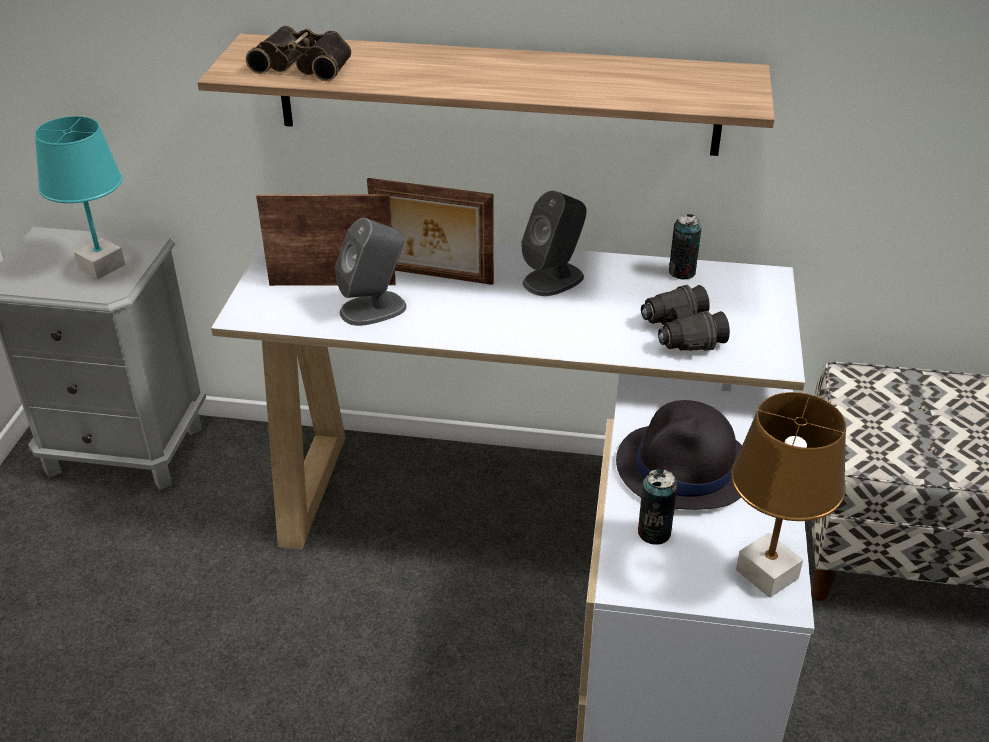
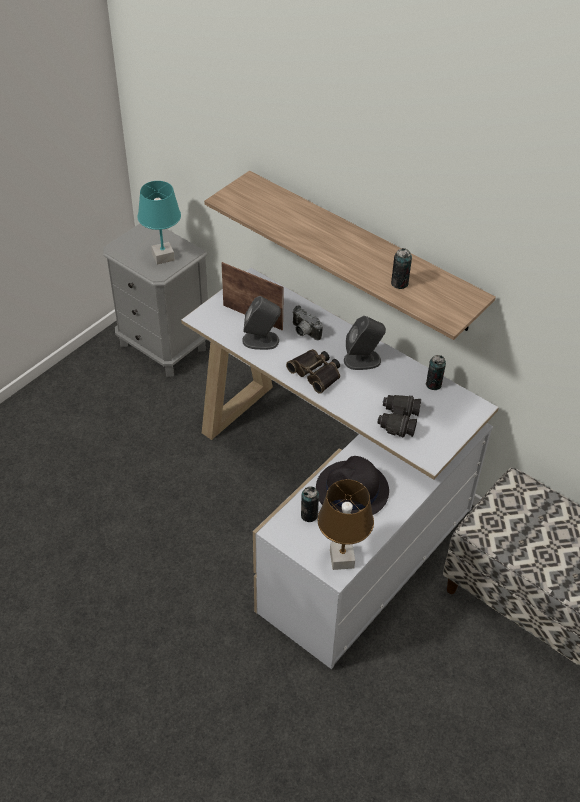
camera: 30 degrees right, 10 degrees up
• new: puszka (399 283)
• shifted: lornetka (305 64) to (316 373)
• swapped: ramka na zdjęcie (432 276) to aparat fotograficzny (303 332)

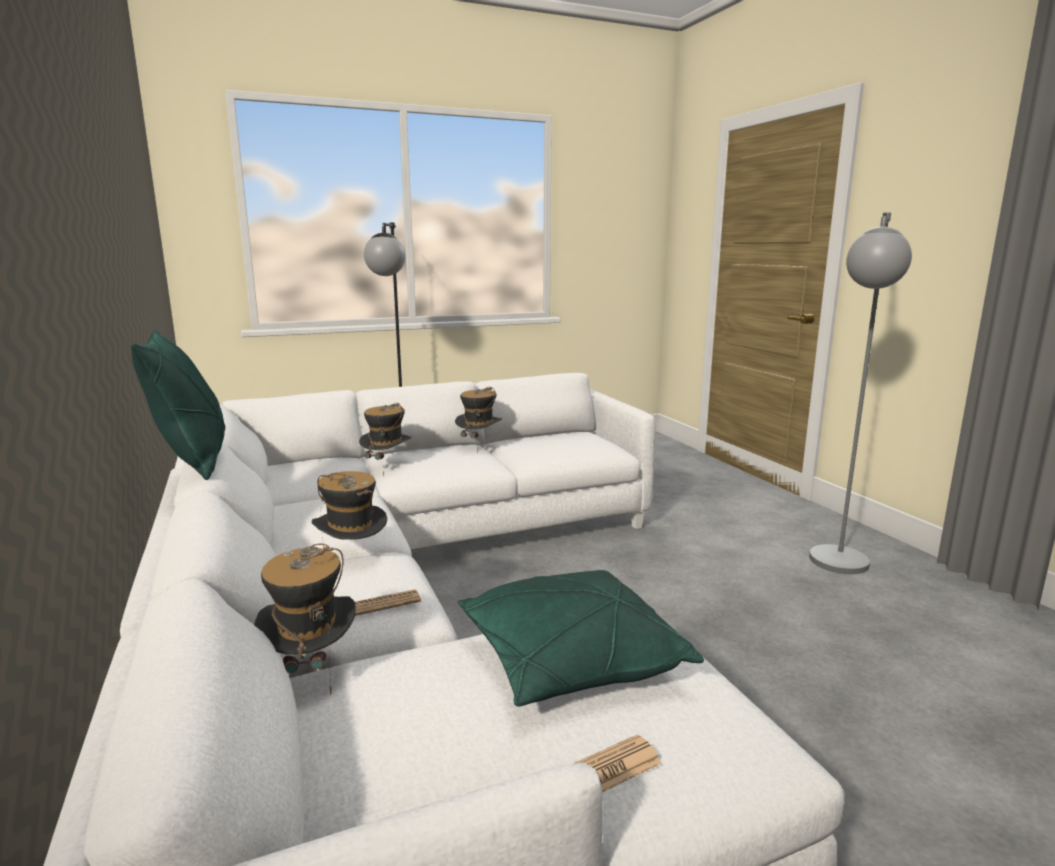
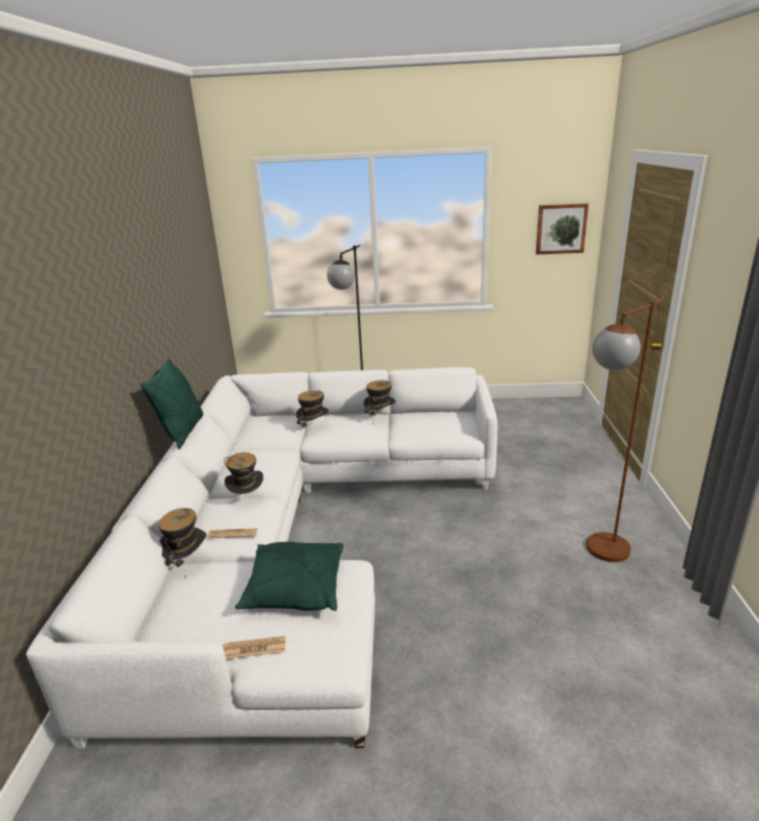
camera: 25 degrees right, 10 degrees up
• new: obraz (561 228)
• repainted: lampa stojąca (szary) (837 569) to lampa stojąca (brązowy) (599 555)

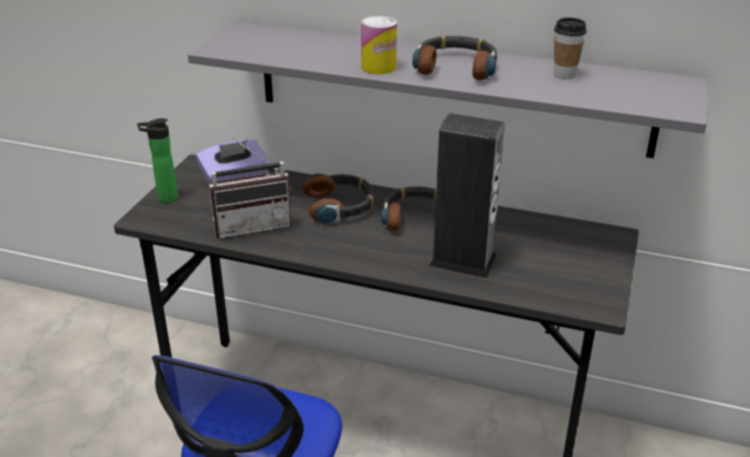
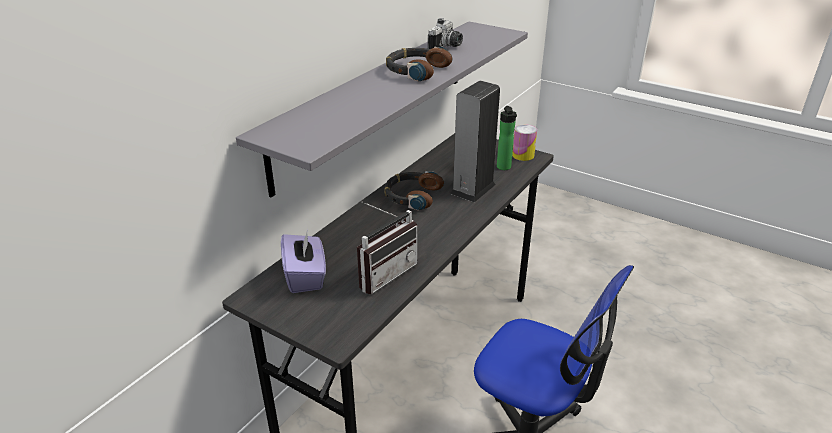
camera: 75 degrees left, 0 degrees up
• gone: słuchawki (340 205)
• shifted: butelka (164 198) to (504 168)
• shifted: puszka (378 67) to (523 155)
• swapped: filiżanka (564 74) to aparat fotograficzny (447 47)
• rotated: radio (252 224) = (383 273) 45 degrees clockwise

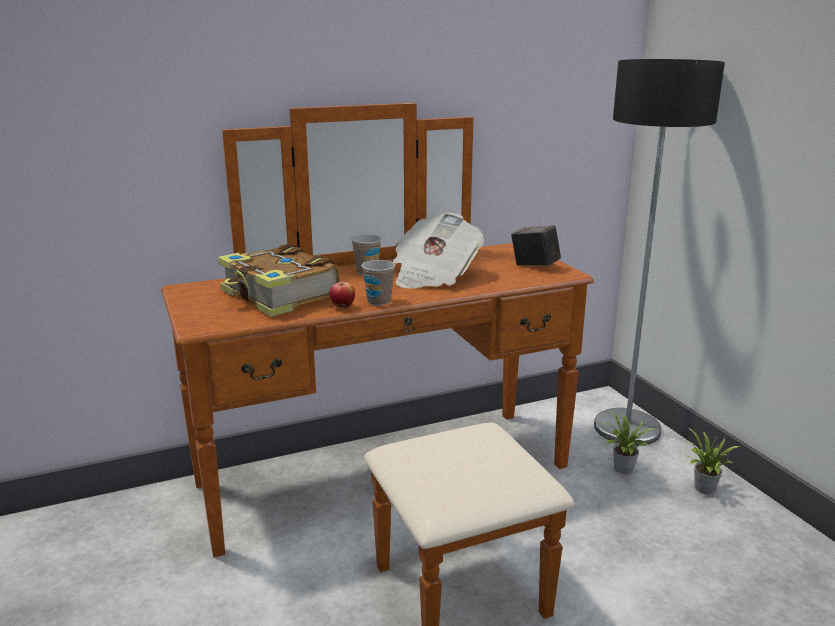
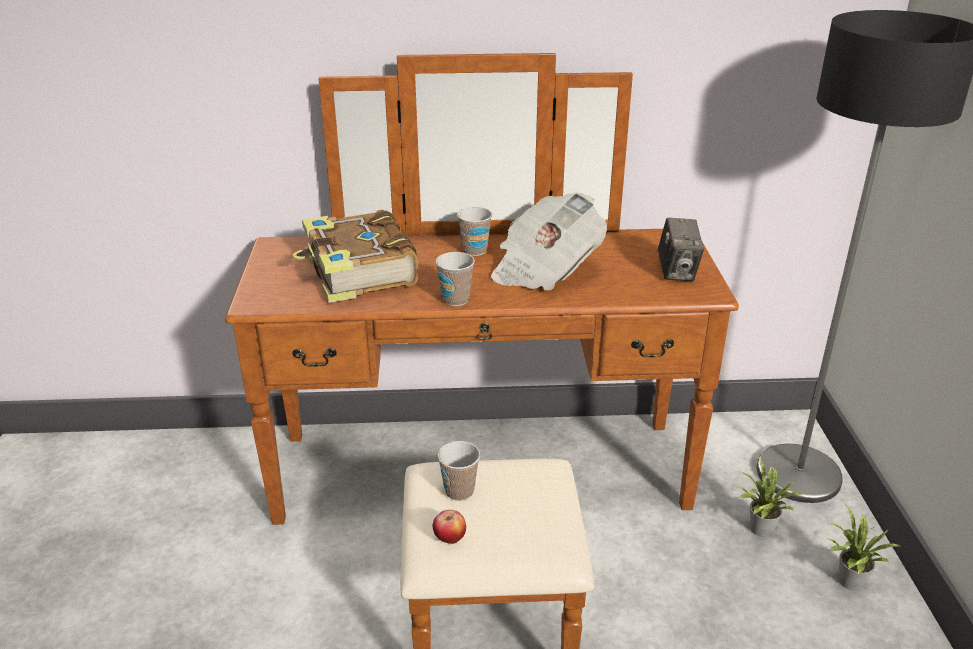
camera: 20 degrees right, 10 degrees up
• new: filiżanka (459 491)
• shifted: jabłko (342 307) to (449 540)
• rotated: aparat fotograficzny (534 266) = (677 272) 150 degrees counterclockwise

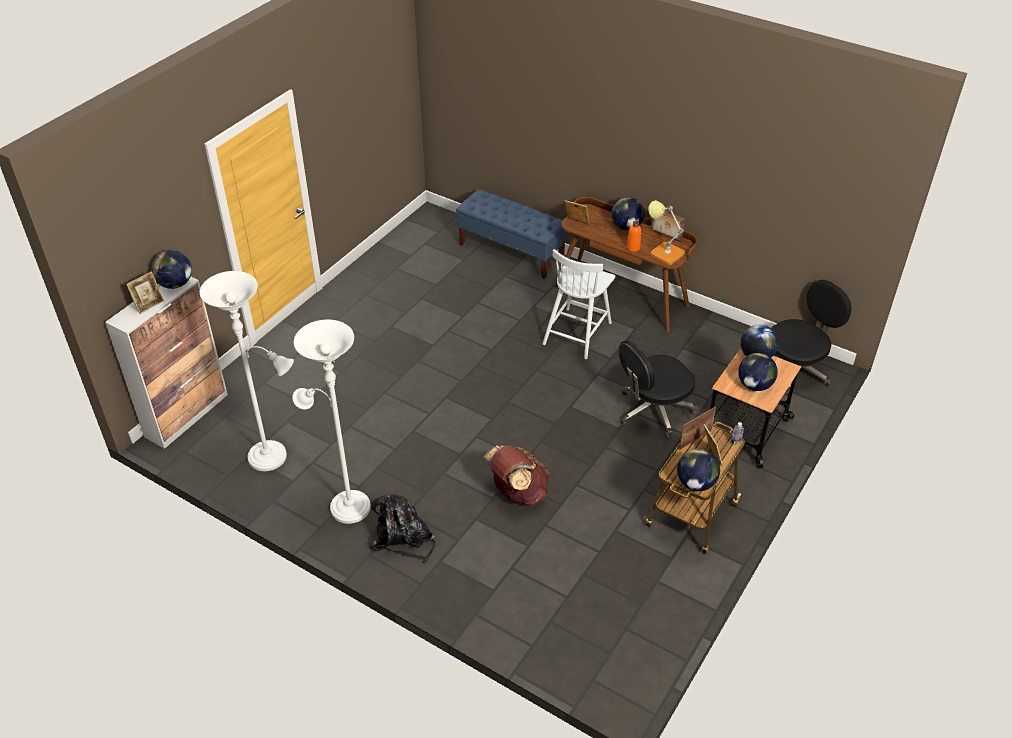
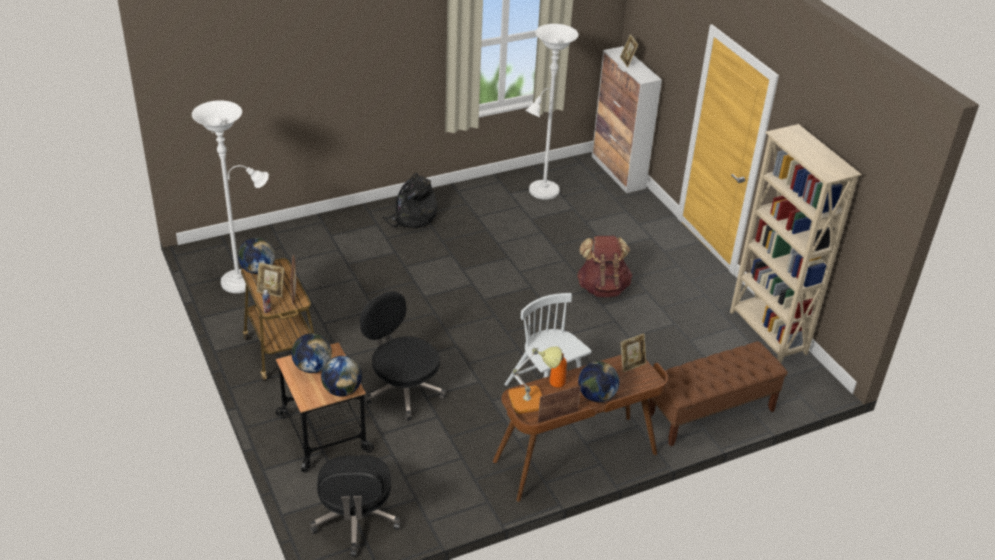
camera: 120 degrees right, 5 degrees down
• gone: globus (175 284)
• new: regał (beżowy) (767 333)
• shifted: lampa stojąca (biały) (345 505) to (243 281)
• shifted: plecak (brązowy) (517 493) to (602 287)
• repainted: ławka (niebieski) (511 252) to ławka (brązowy) (710 413)
• rotated: krzesło biurowe (czarny) (653 411) = (402 390) 45 degrees counterclockwise

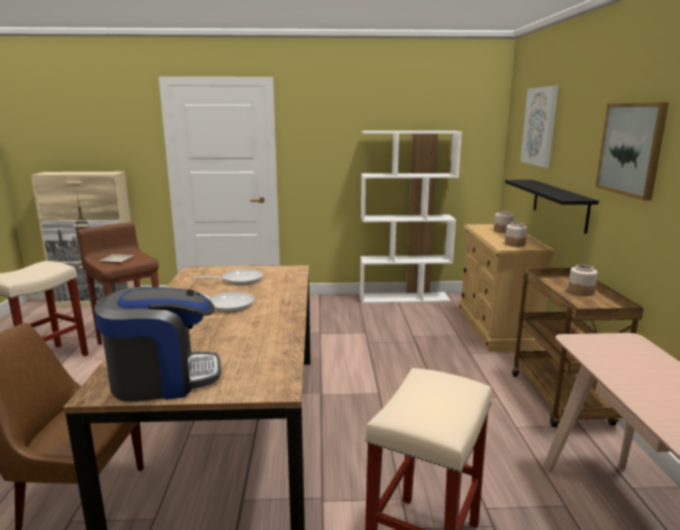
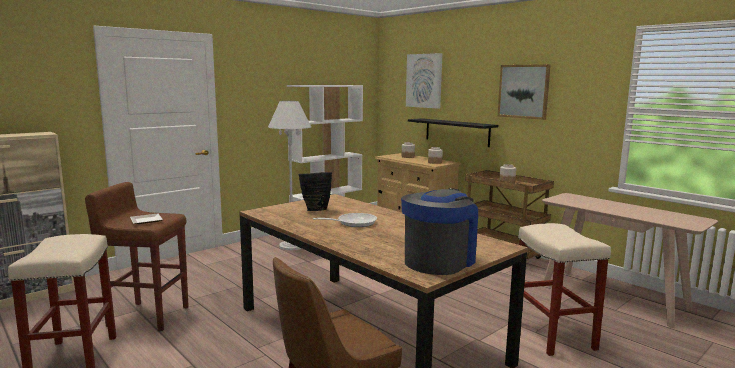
camera: 40 degrees left, 5 degrees down
• new: lampa stojąca (biały) (292 245)
• swapped: patelnia (238 280) to wazon (czarny) (315 210)

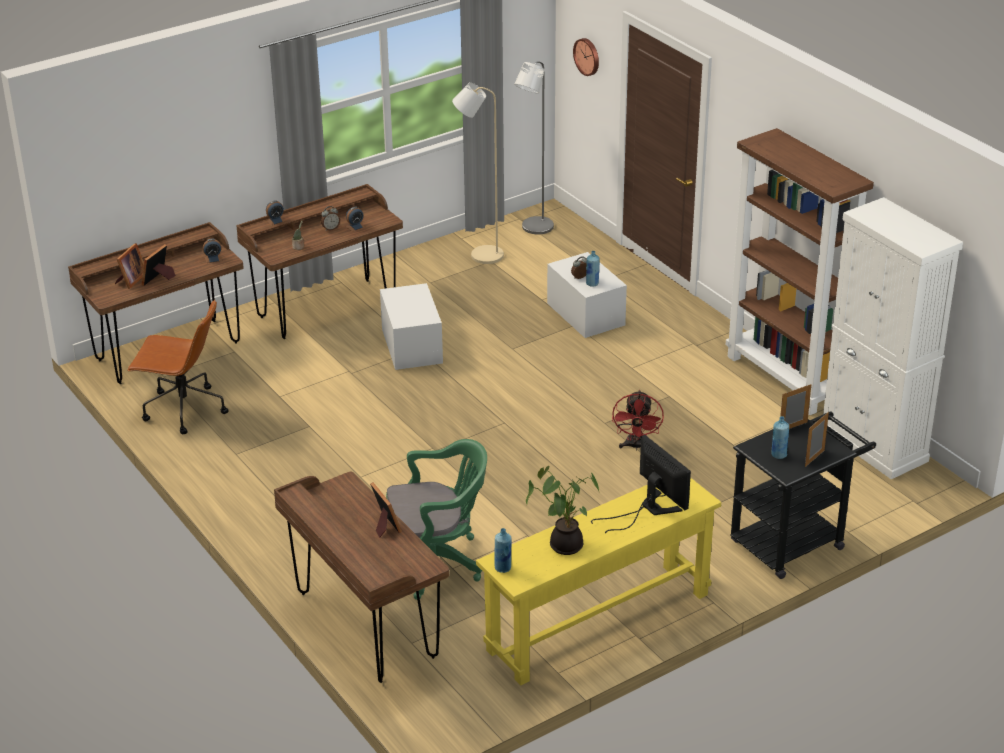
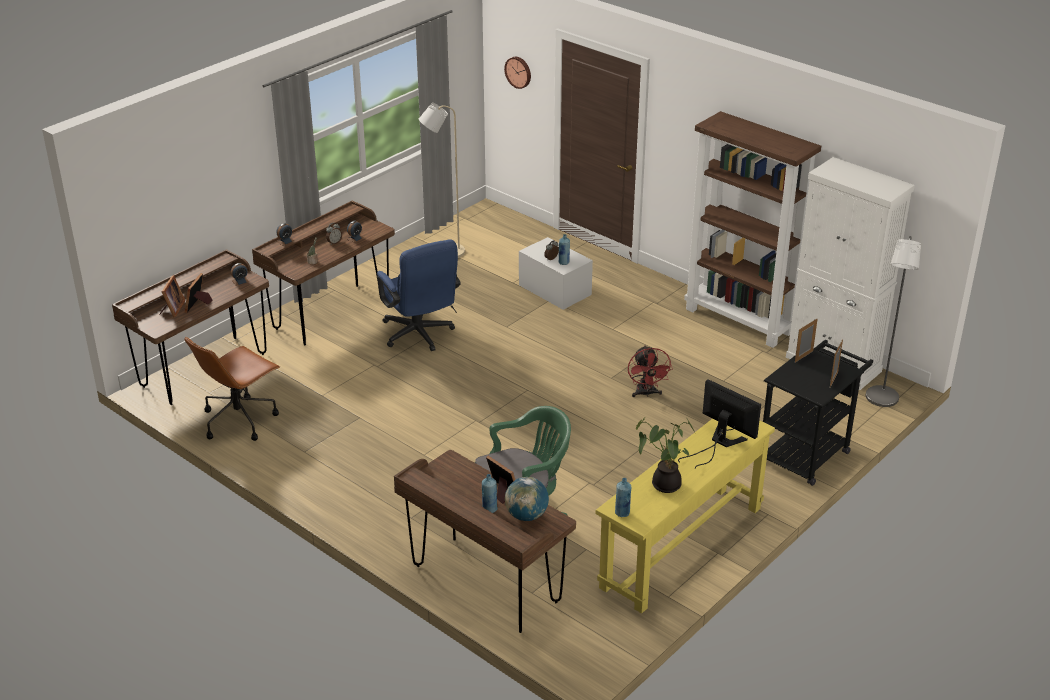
camera: 15 degrees left, 0 degrees up
• new: globus (526 515)
• shifted: lampa stojąca (szary) (534 229) to (881 401)
• shifted: butelka (niebieski) (778 455) to (489 509)
• swapped: pojemnik do przechowywania (biały) (412 346) to krzesło biurowe (niebieski) (420 336)
• rotated: krzesło biurowe (brązowy) (183 410) = (239 419) 135 degrees clockwise

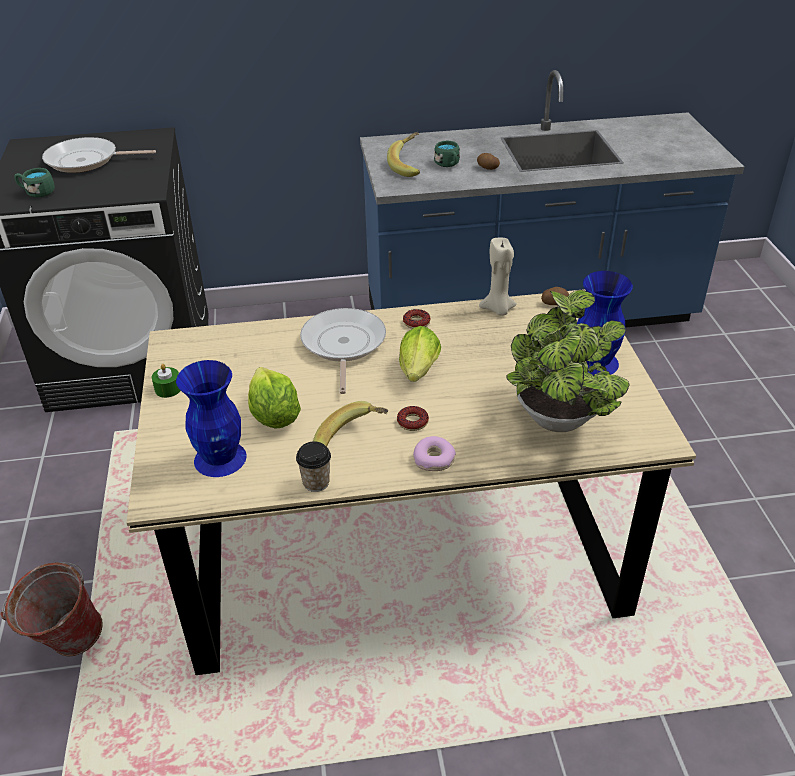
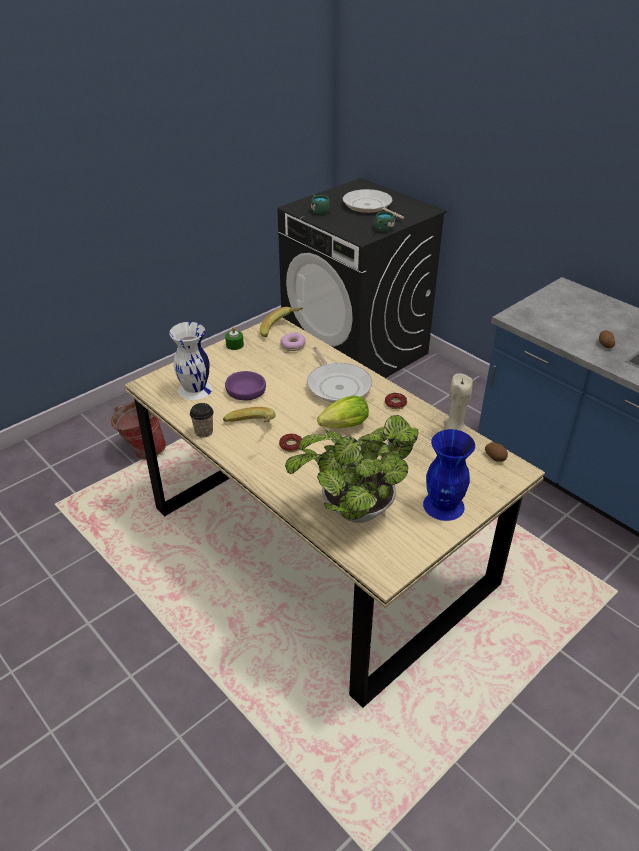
camera: 55 degrees right, 0 degrees up
• shifted: banan (410 166) to (281 330)
• shifted: donut (434 459) to (293 346)
• shifted: kubek (zielony) (448 164) to (382 229)
• swapped: sałata (274 416) to miska (fioletowy) (246 391)
• repainted: wazon (niebieski) (220 459) to wazon (biały) (194 390)
• rotated: patelnia (343 345) = (338 385) 105 degrees clockwise

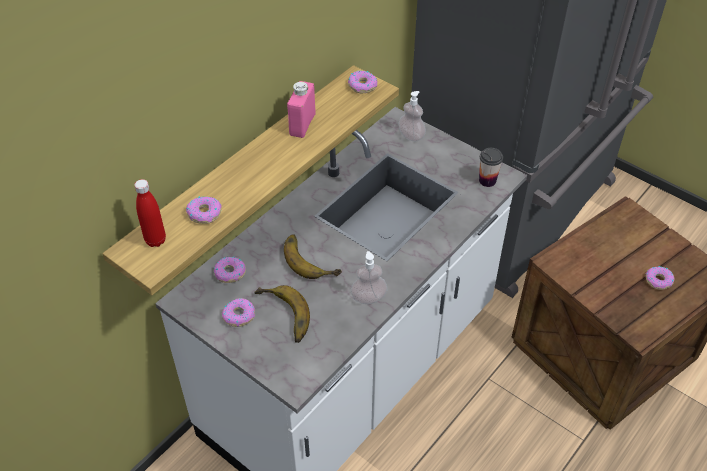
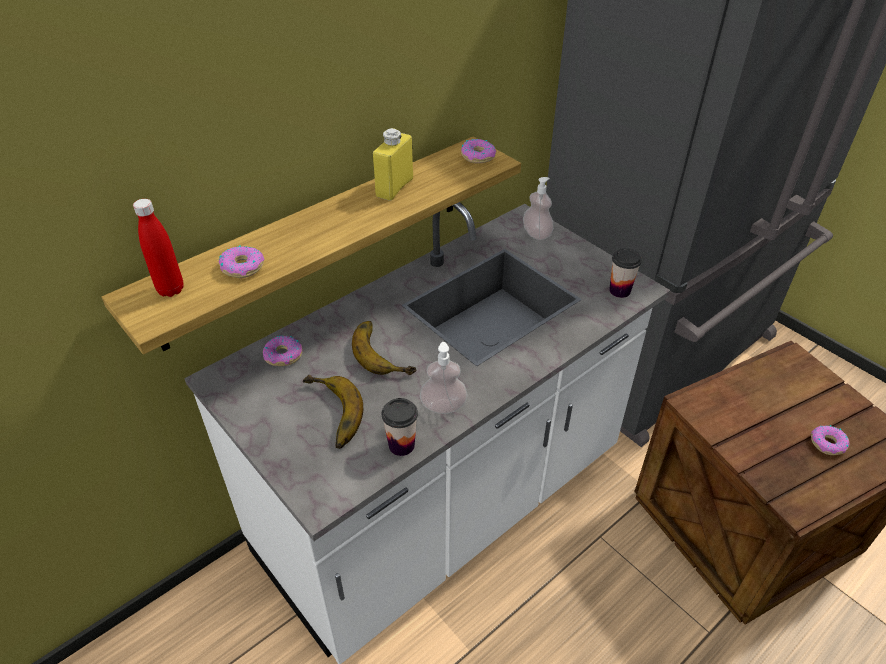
camera: 10 degrees right, 5 degrees down
• gone: donut (239 315)
• new: filiżanka (401 445)
• repainted: butelka (różowy) (302 125) to butelka (żółty) (394 187)

